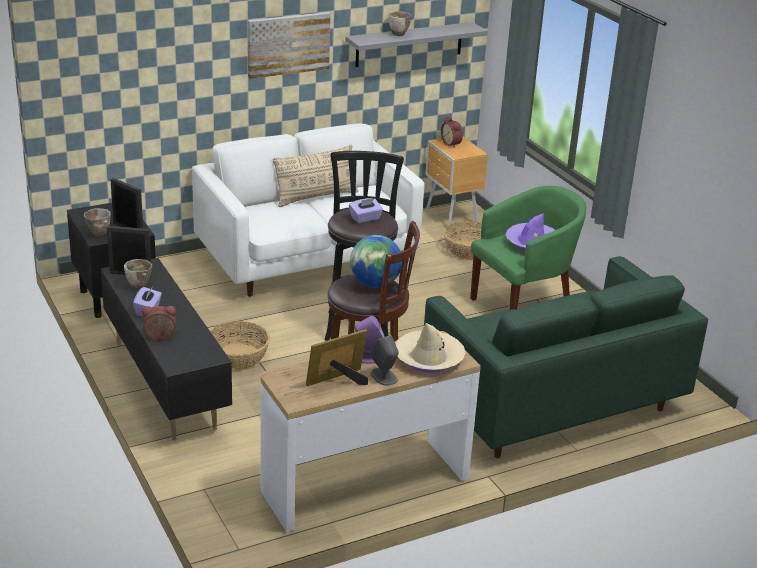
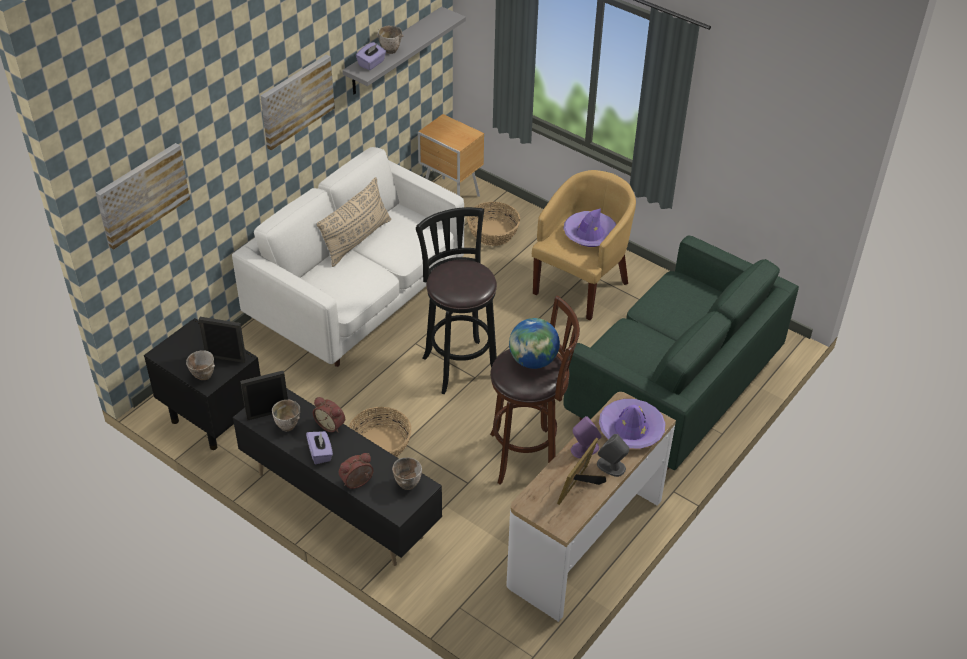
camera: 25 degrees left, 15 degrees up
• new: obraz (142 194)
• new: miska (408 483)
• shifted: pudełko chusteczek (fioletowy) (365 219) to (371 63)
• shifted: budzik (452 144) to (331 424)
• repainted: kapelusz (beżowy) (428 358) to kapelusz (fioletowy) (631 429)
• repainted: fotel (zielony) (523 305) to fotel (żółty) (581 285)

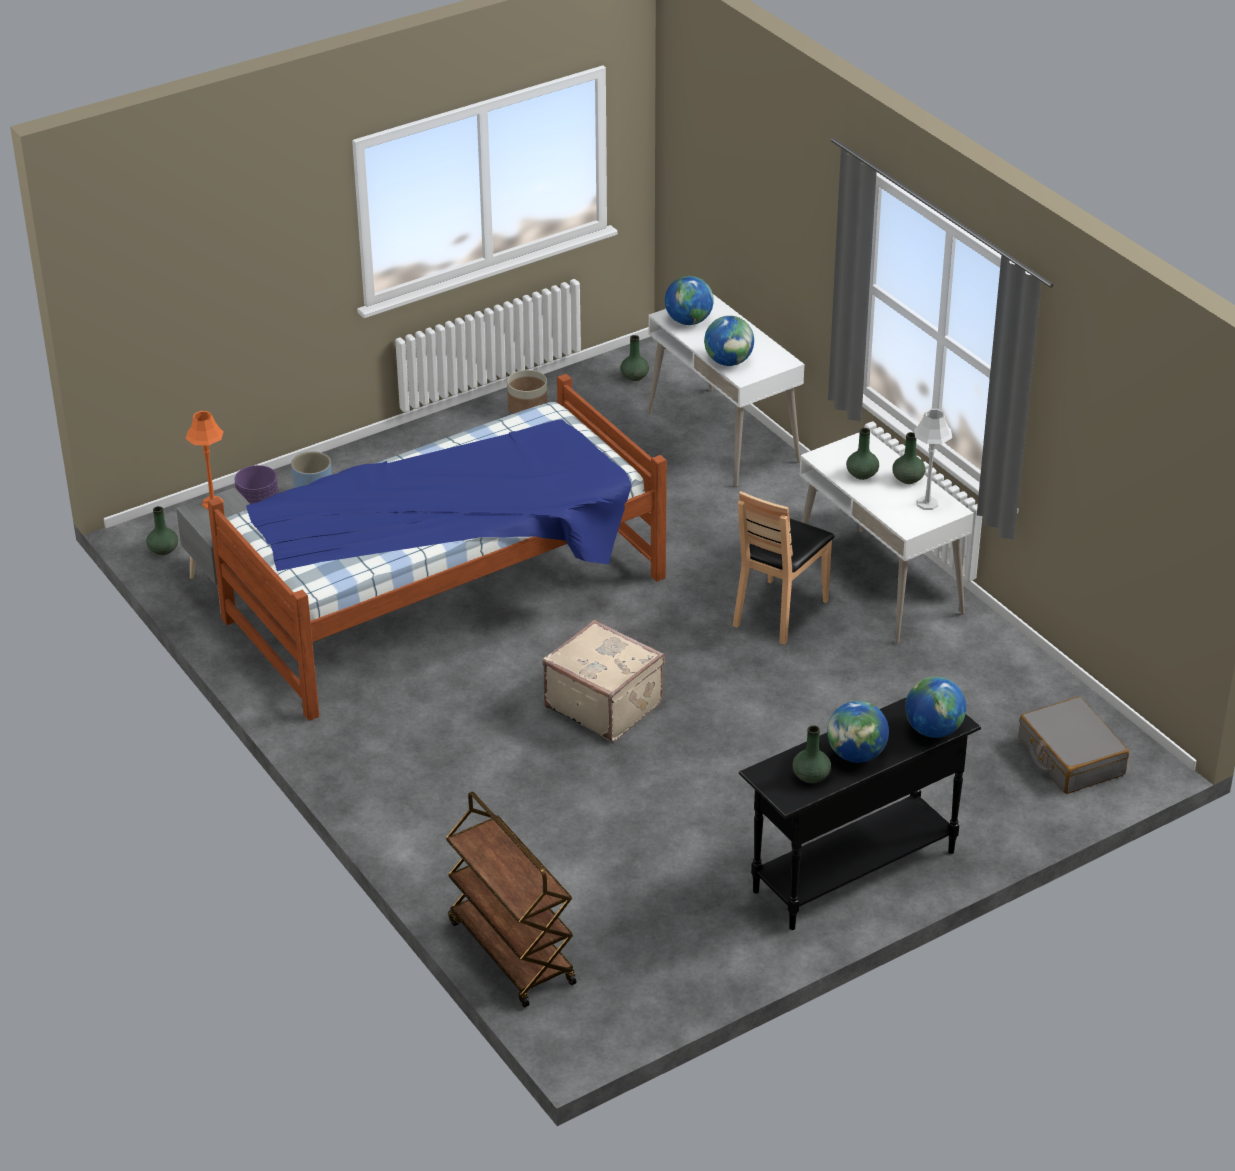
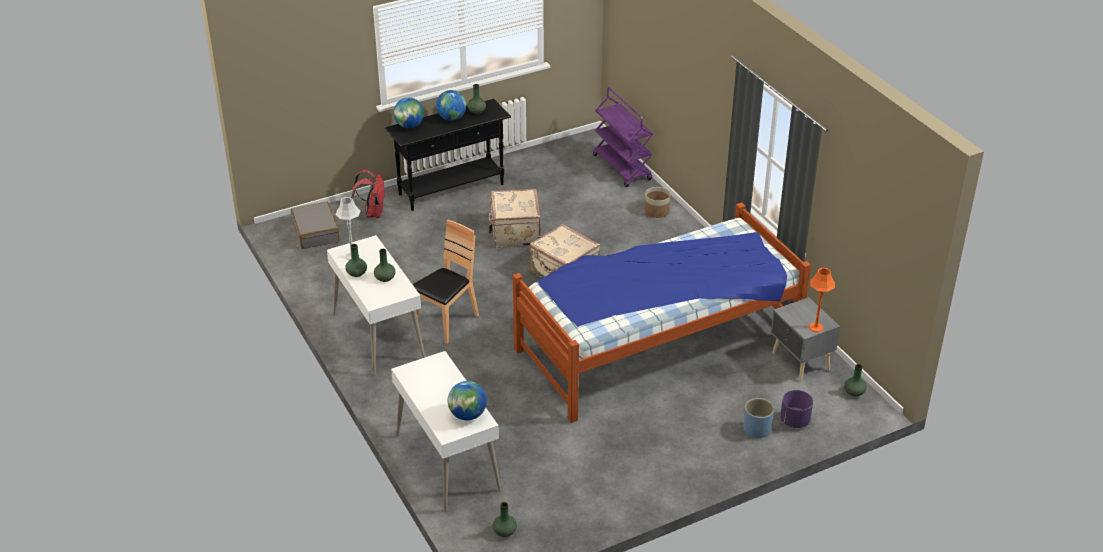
camera: 175 degrees left, 0 degrees up
• gone: globus (728 362)
• new: plecak (czerwony) (372 213)
• new: walizka (beżowy) (514 233)
• shifted: donica (527 409) to (657 211)
• repainted: wózek (brązowy) (510 952) to wózek (fioletowy) (622 168)

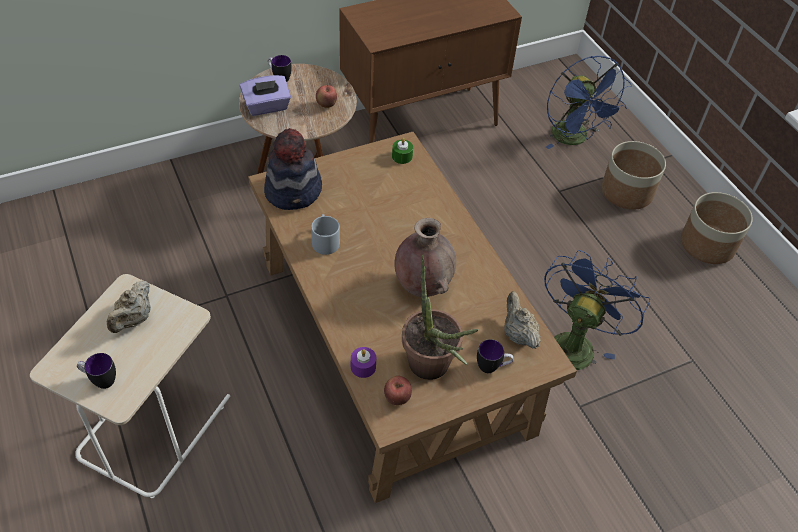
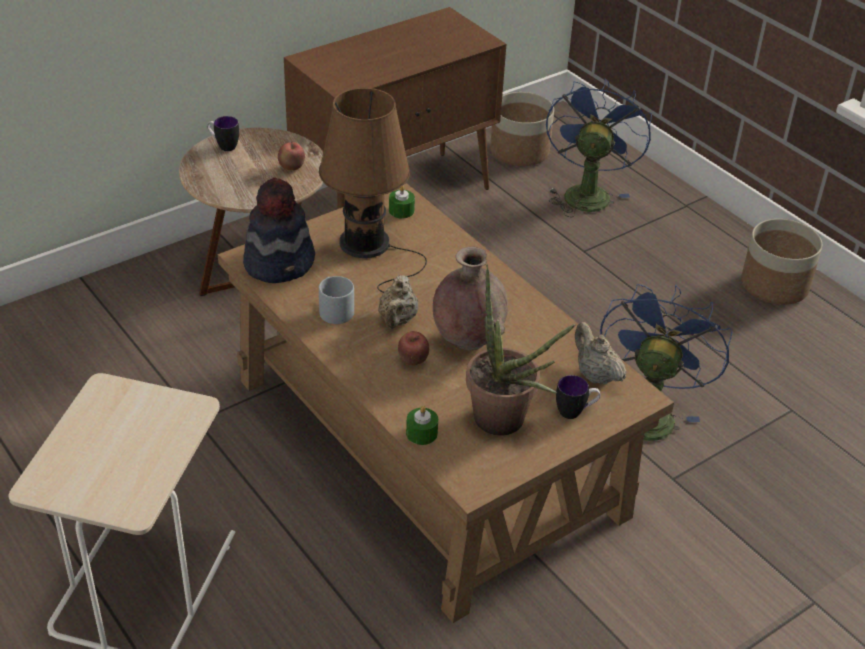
camera: 10 degrees left, 10 degrees down
• gone: kubek (100 380)
• gone: pudełko chusteczek (fioletowy) (267 107)
• new: lampa stołowa (brązowy) (369 246)
• shifted: imbryk (beżowy) (134 319) to (397 320)
• shifted: jabłko (397 398) to (413 361)
• shifted: donica (627 192) to (520 151)
• repainted: świeca (fioletowy) (363 367) to świeca (zielony) (421 433)
• rotated: wentylator (niebieski) (574 139) = (586 193) 135 degrees counterclockwise

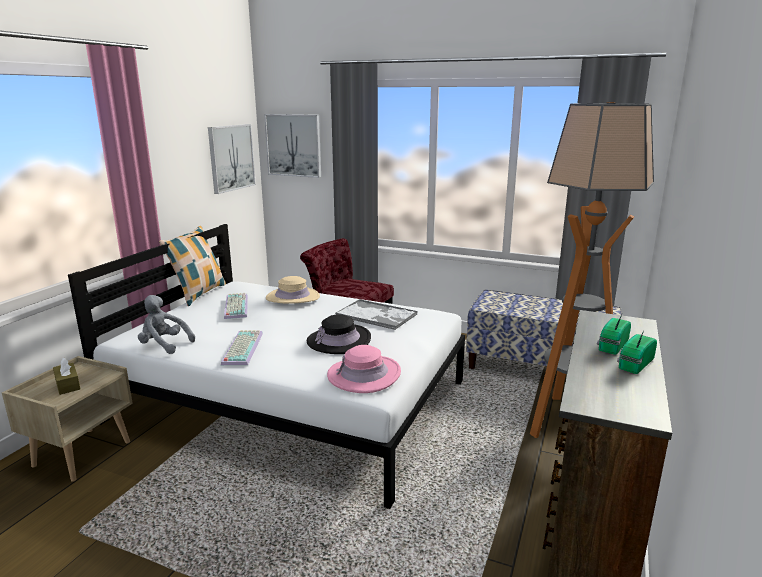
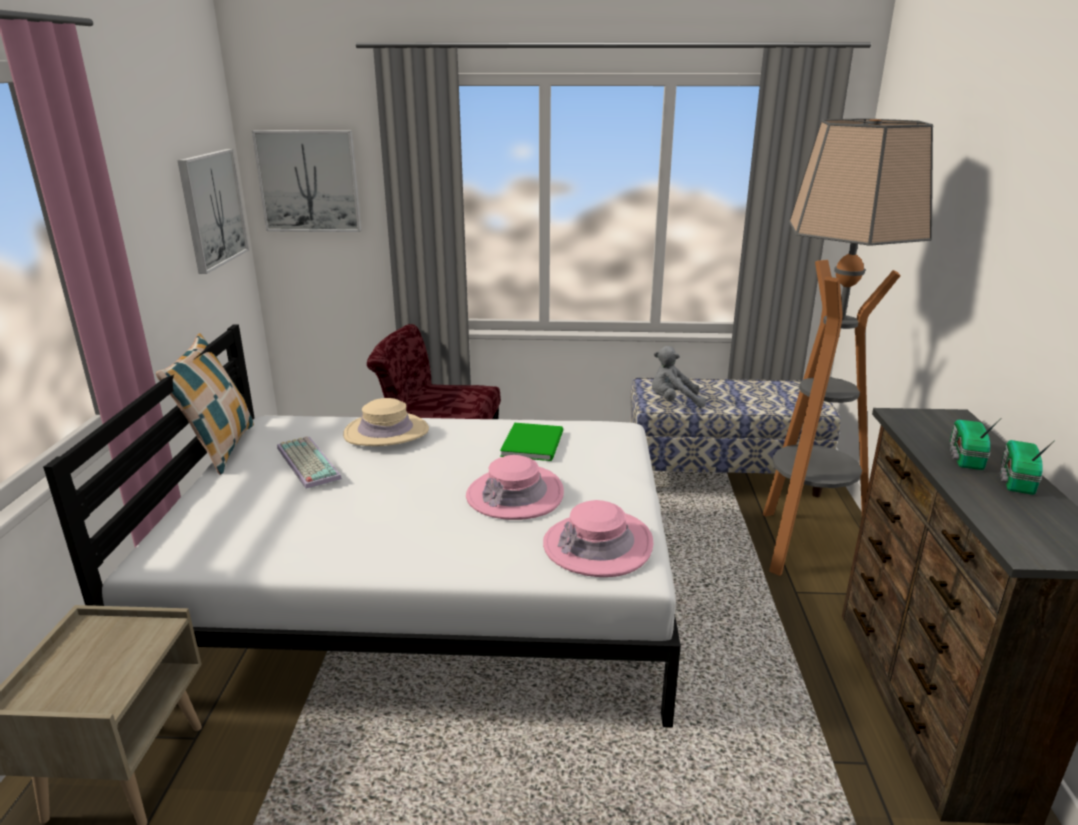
camera: 20 degrees left, 5 degrees up
• gone: pudełko chusteczek (brązowy) (68 385)
• gone: klawiatura (241 348)
• shifted: pluszak (szary) (164 345) to (673 402)
• swapped: taca (377 315) to książka (zielony) (534 443)
• repainted: kapelusz (czarny) (339 340) to kapelusz (różowy) (515 494)

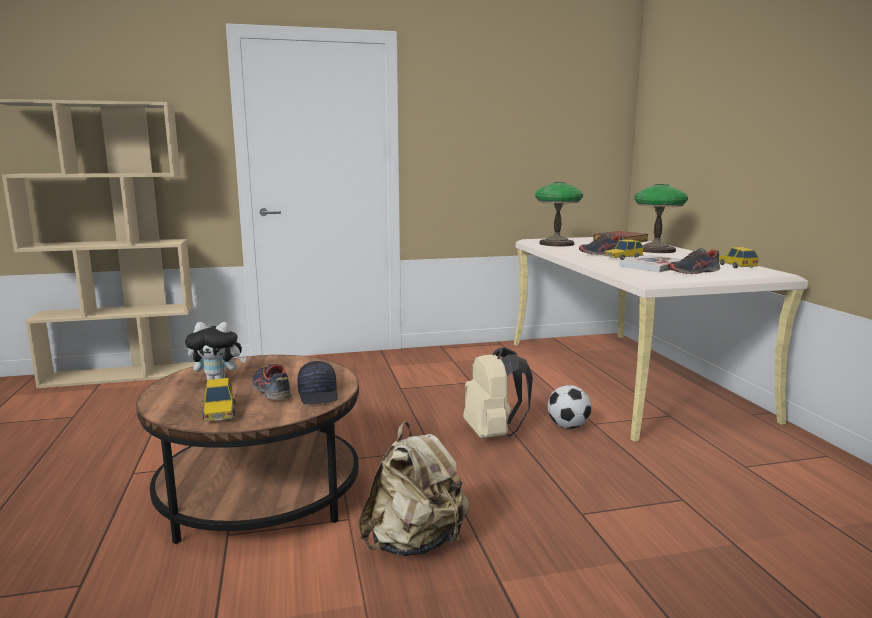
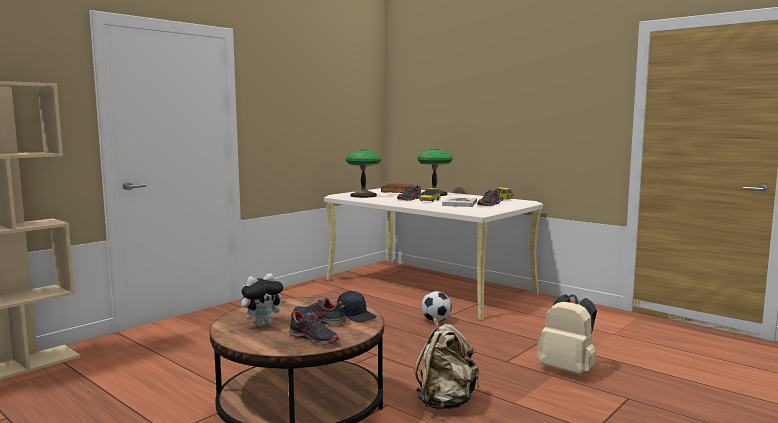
camera: 35 degrees left, 5 degrees down
• shifted: plecak (beżowy) (493 434) to (568 370)
• swapped: samochodzik (219 412) to but (314 339)

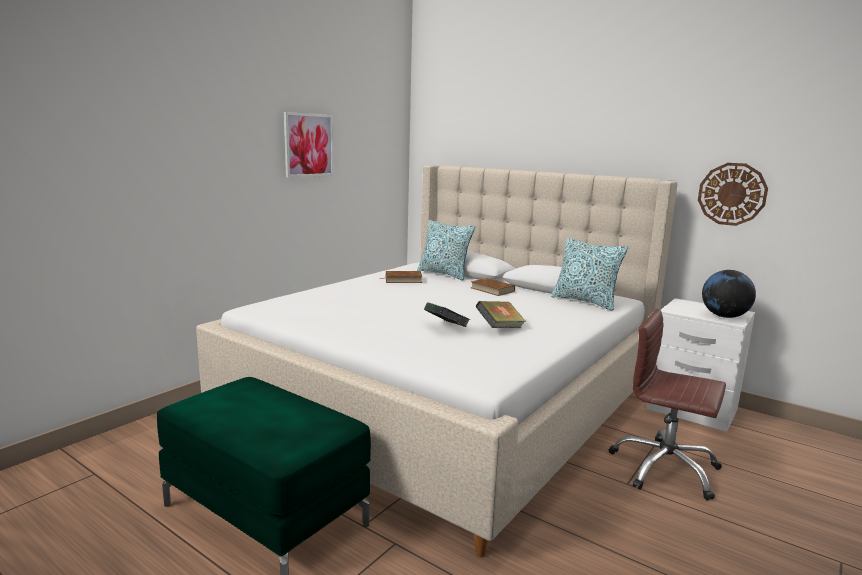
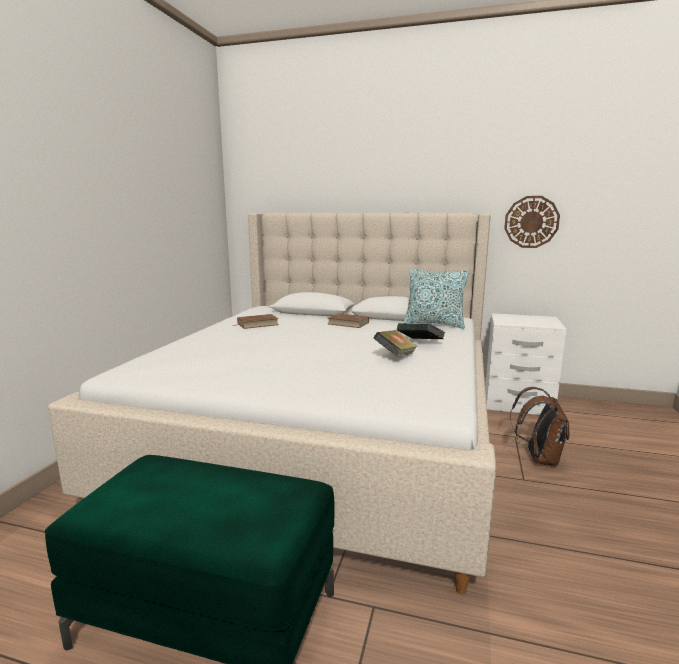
camera: 20 degrees left, 0 degrees up
• gone: obraz (308 145)
• gone: poduszka (444 274)
• gone: globus (724 316)
• shifted: książka (445 328) to (420 343)
• swapped: krzesło biurowe (brązowy) (665 469) to plecak (brązowy) (539 458)

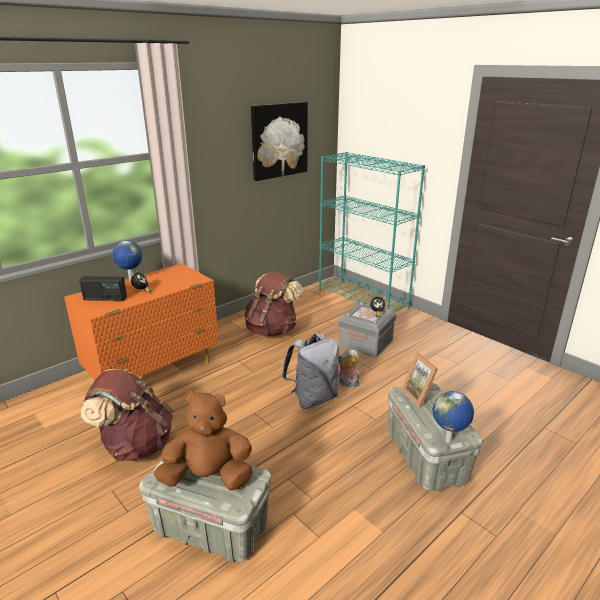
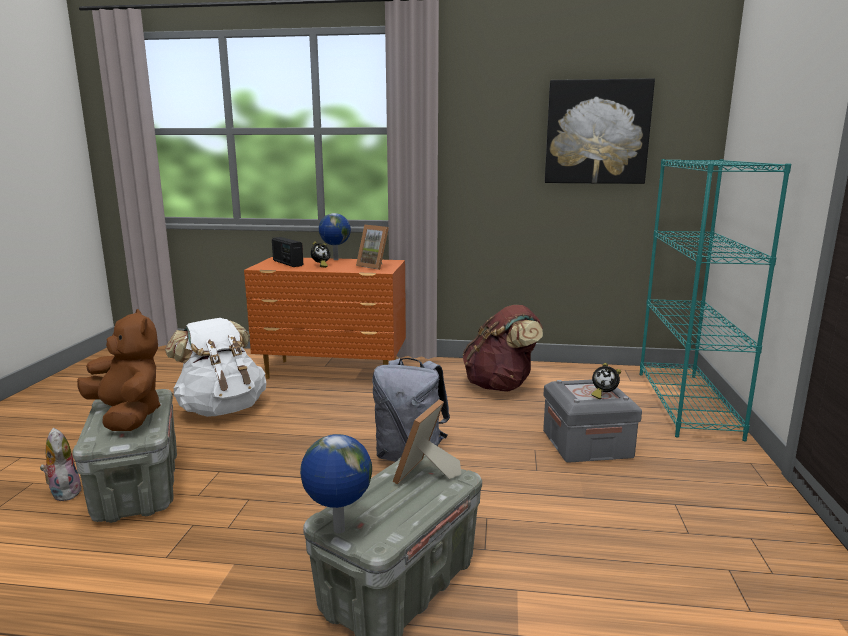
camera: 50 degrees right, 10 degrees down
• new: ramka na zdjęcie (375 266)
• shifted: pluszak (348 384) to (63 492)
• repainted: plecak (brązowy) (135 445) to plecak (biały) (222 409)

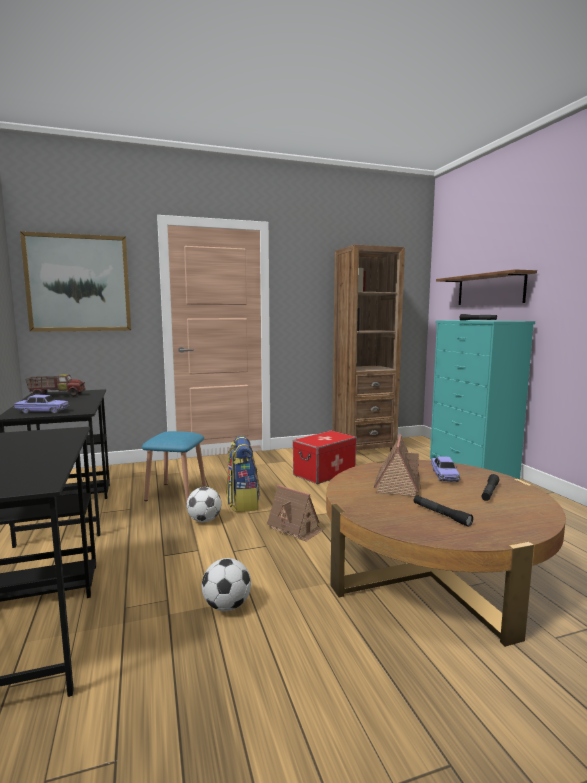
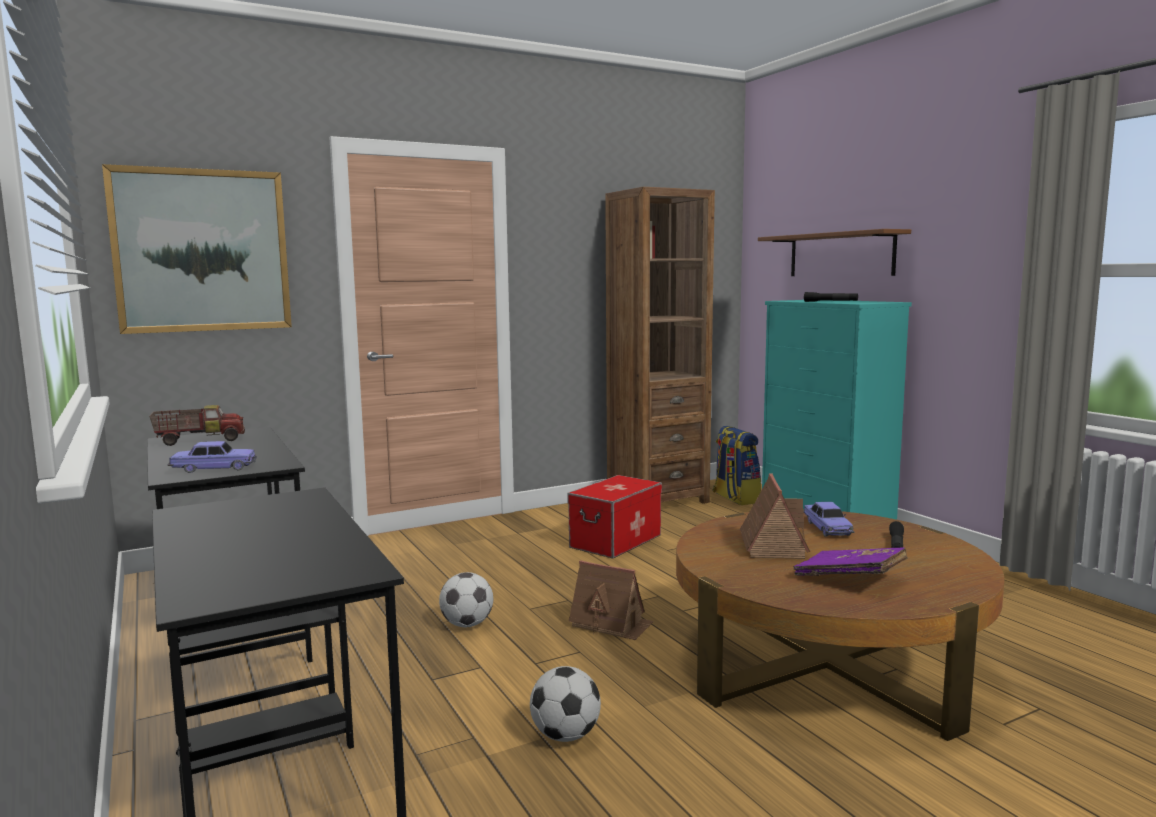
camera: 10 degrees left, 0 degrees up
• gone: stołek (niebieski) (176 493)
• shifted: plecak (242 502) to (735 498)
• swapped: latarka (czarny) (441 514) to książka (fioletowy) (850 579)

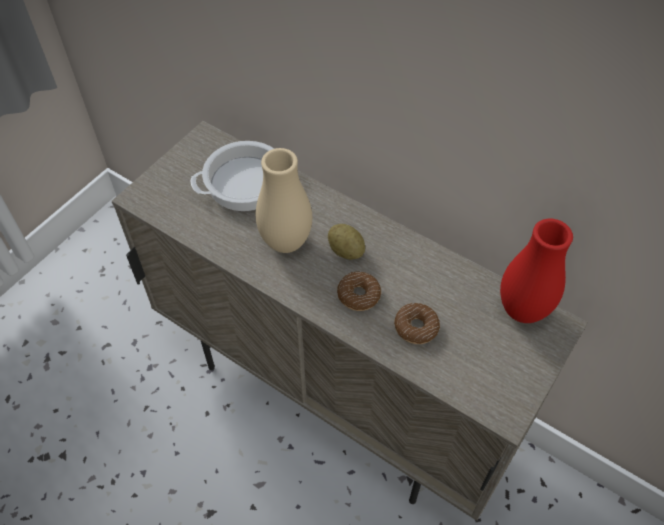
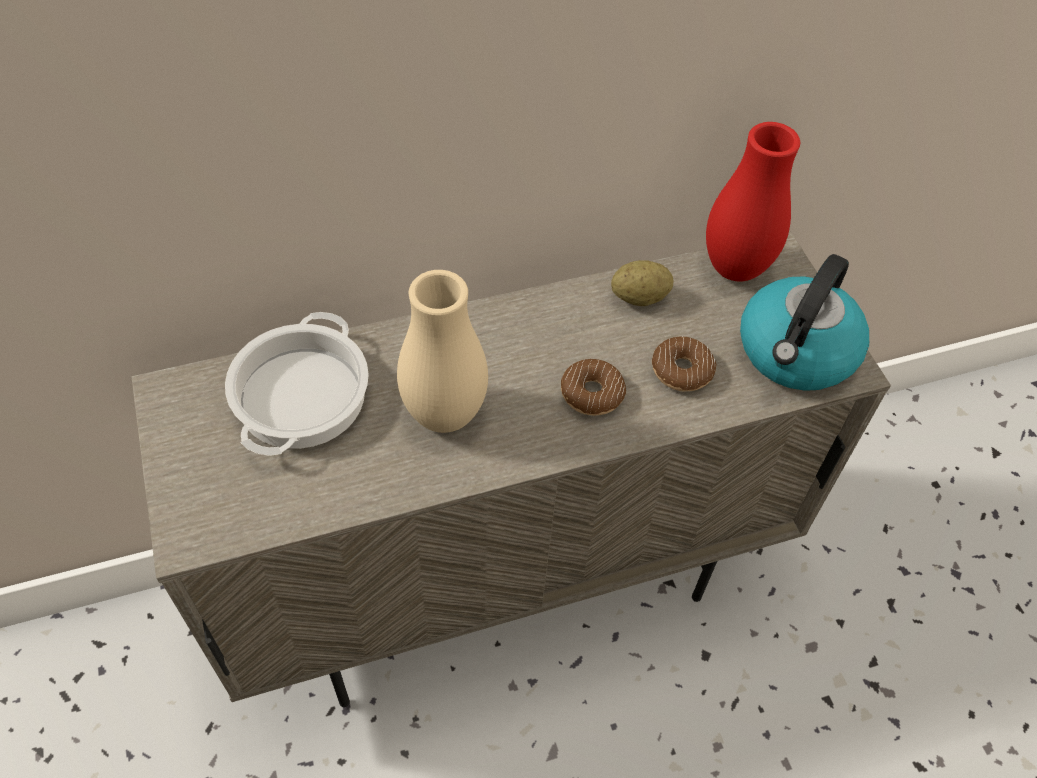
camera: 55 degrees left, 0 degrees up
• new: czajnik (795 353)
• shifted: ziemniak (346 251) to (639 297)

